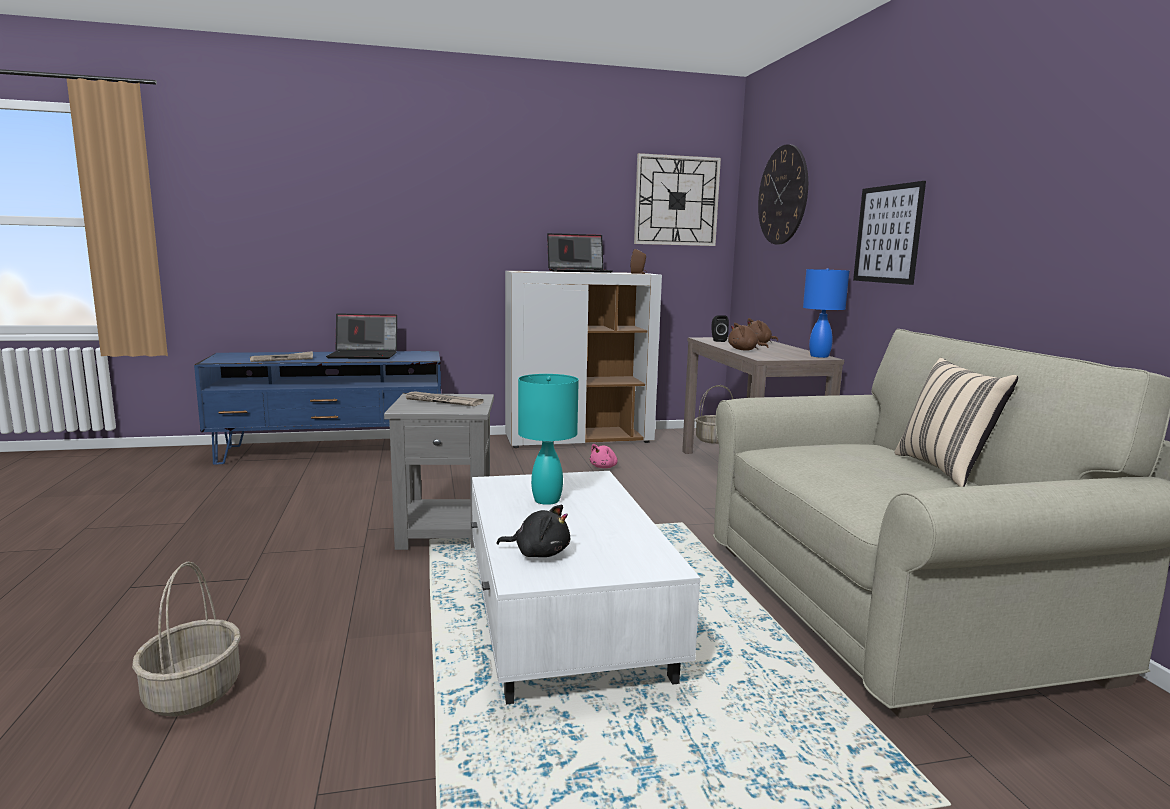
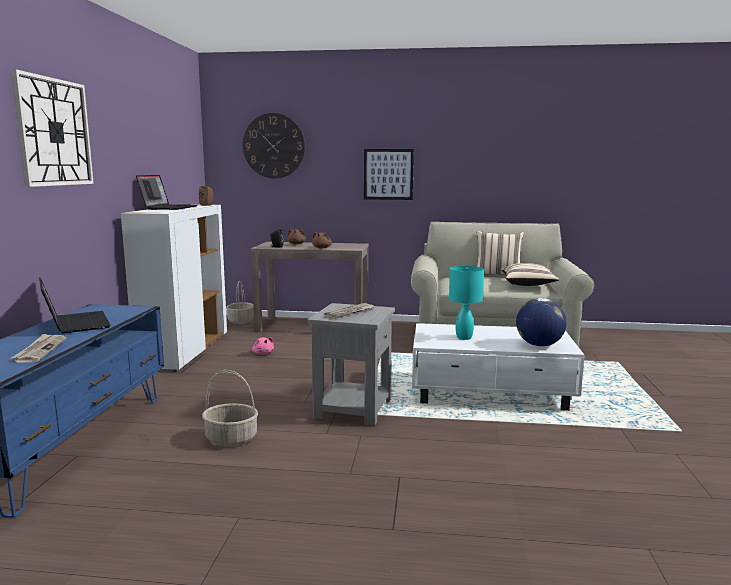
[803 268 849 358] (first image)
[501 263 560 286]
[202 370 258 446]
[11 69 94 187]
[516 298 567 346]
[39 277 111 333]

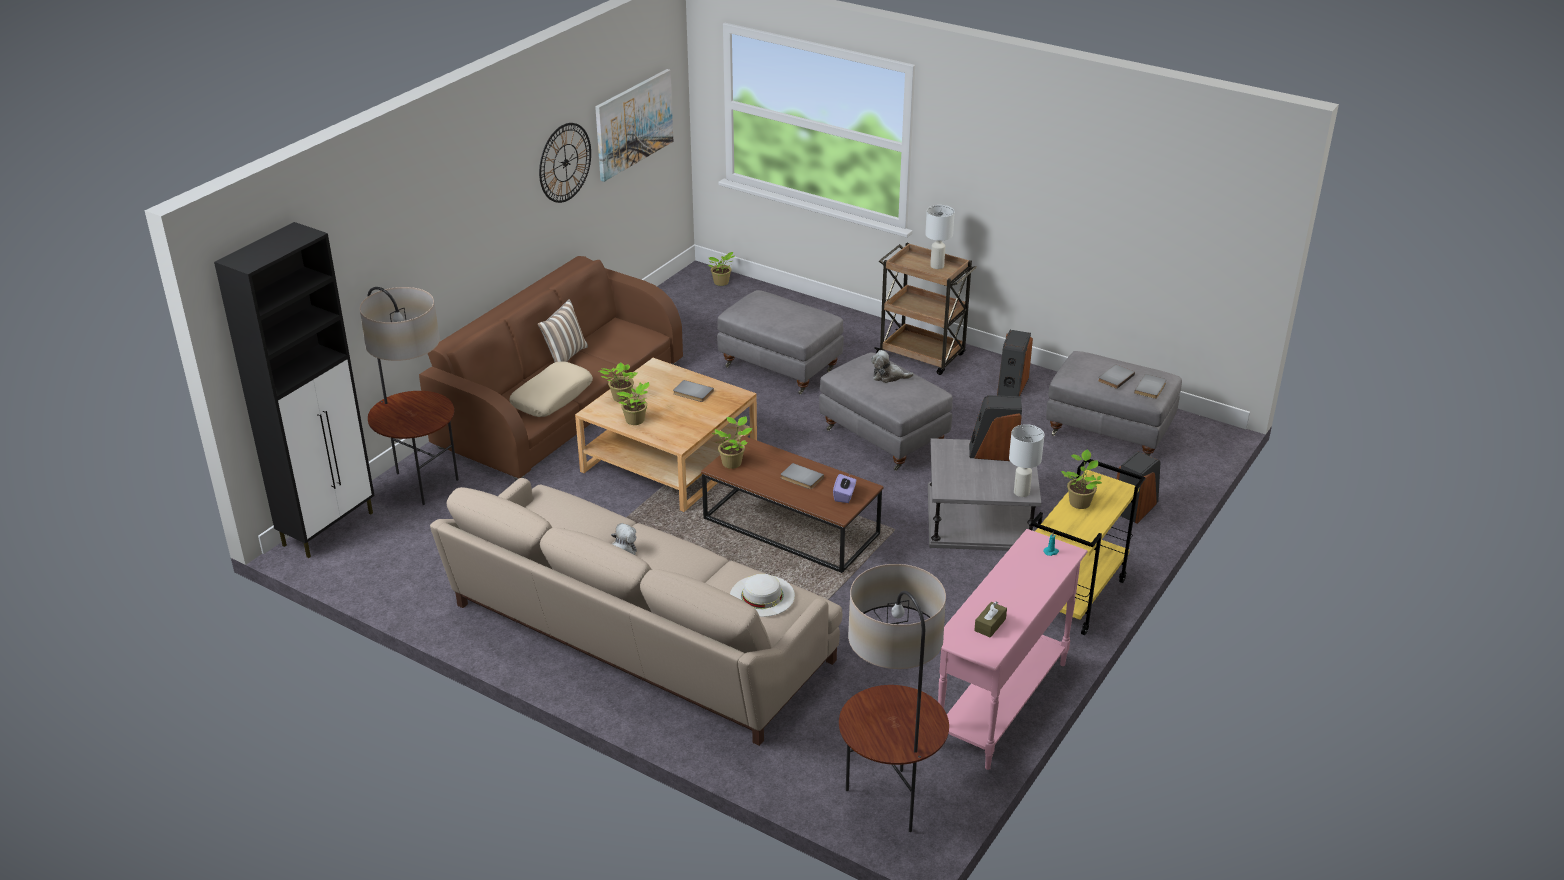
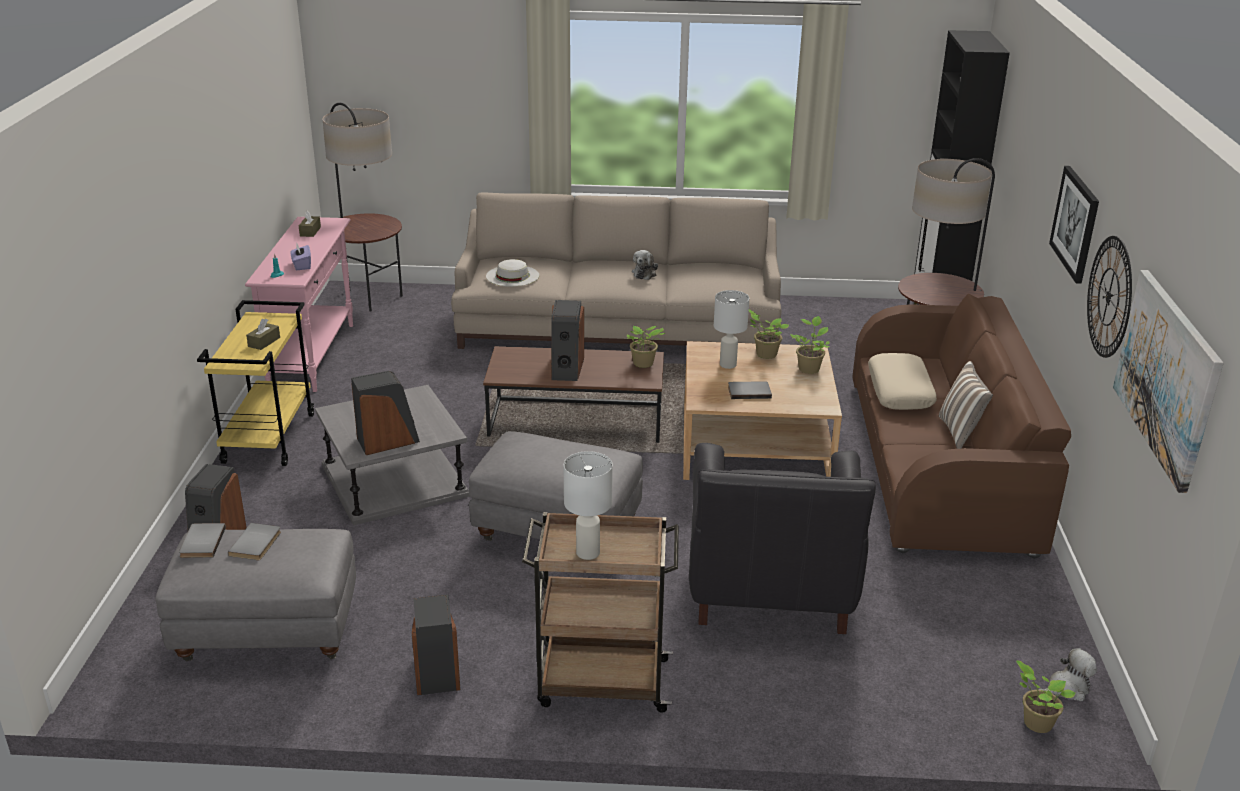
[1049 166 1099 284]
[291 242 311 270]
[1039 648 1097 701]
[714 290 749 369]
[689 443 876 634]
[551 300 584 381]
[246 318 280 350]

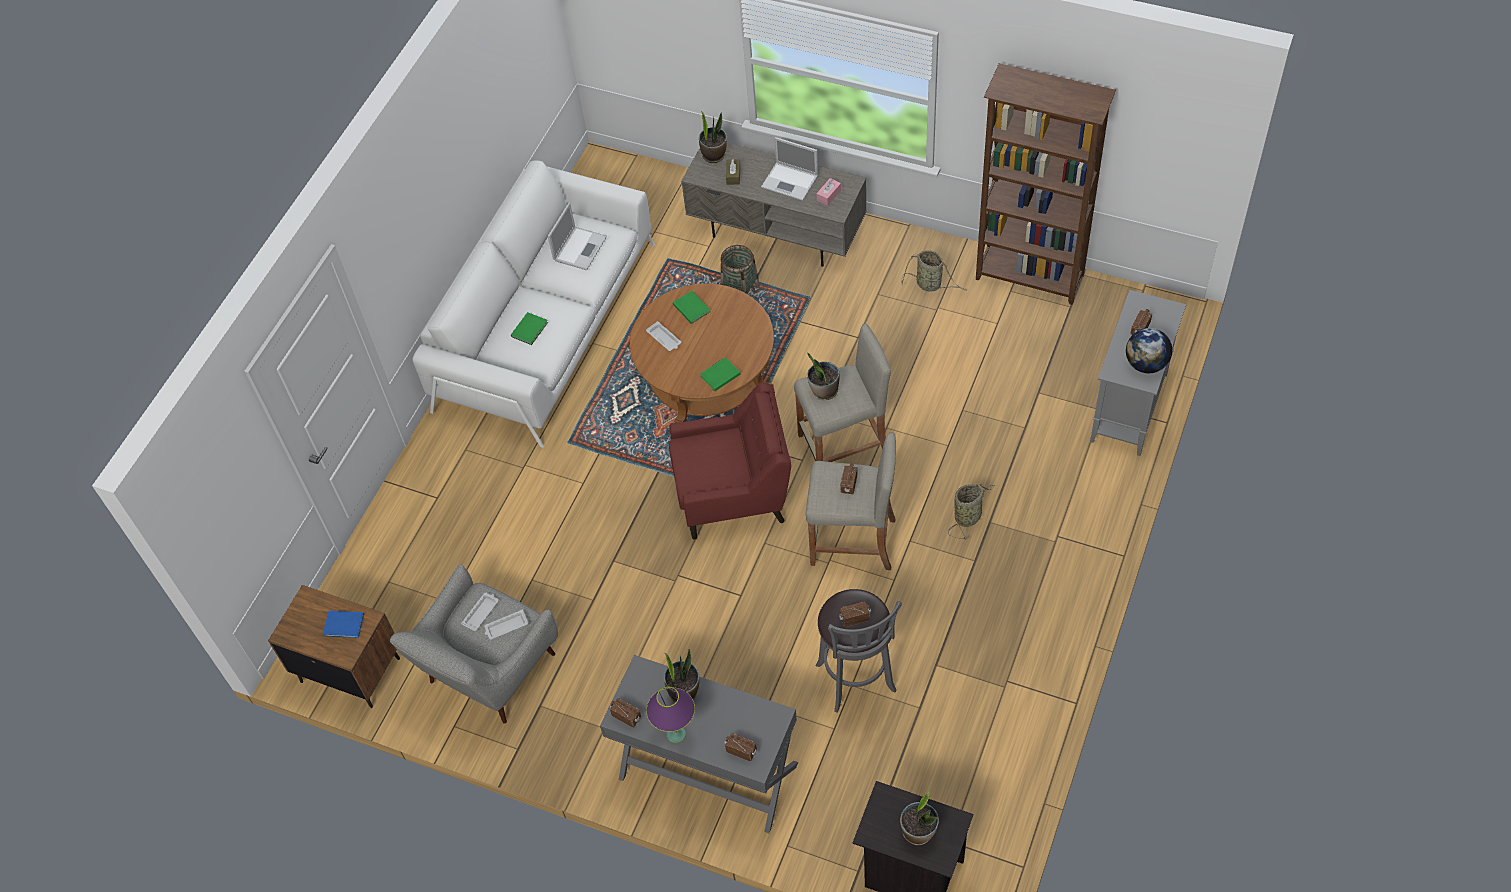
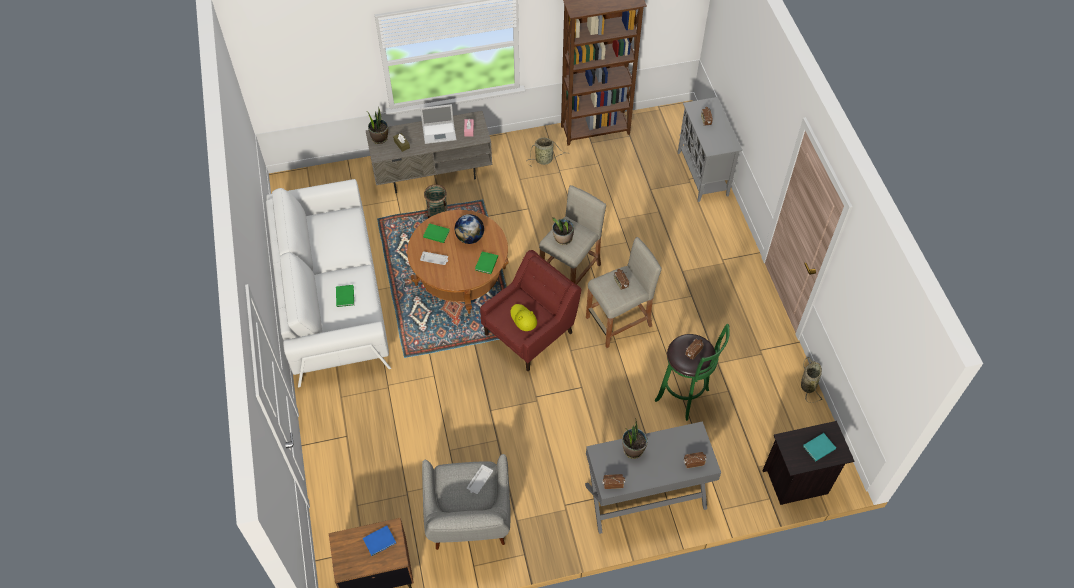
[461 593 499 631] (first image)
[548 203 607 270] (first image)
[646 687 695 743] (first image)
[511 304 537 331]
[801 357 823 403]
[455 214 484 244]
[803 433 836 462]
[655 324 730 421]

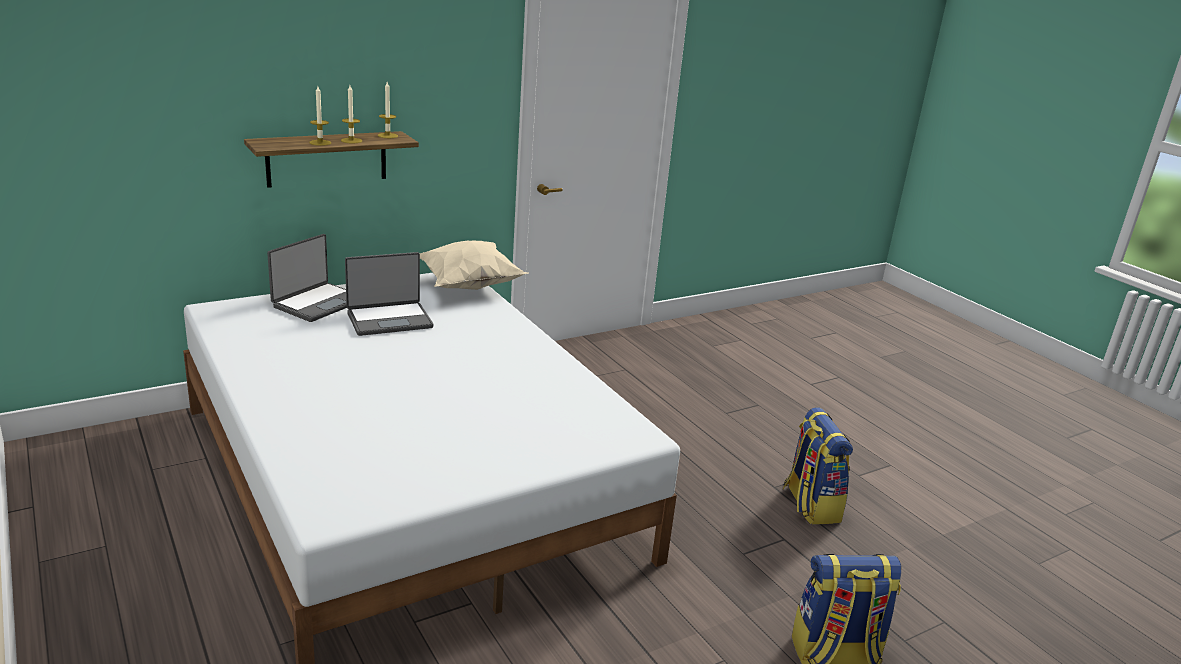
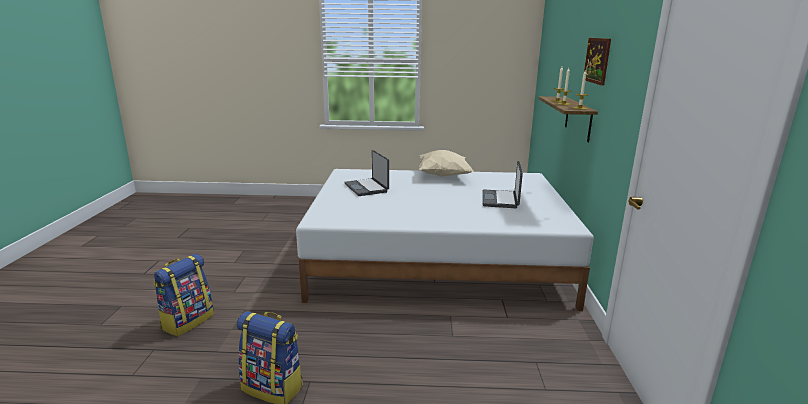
[584 38 611 86]
[344 150 389 196]
[419 150 474 177]

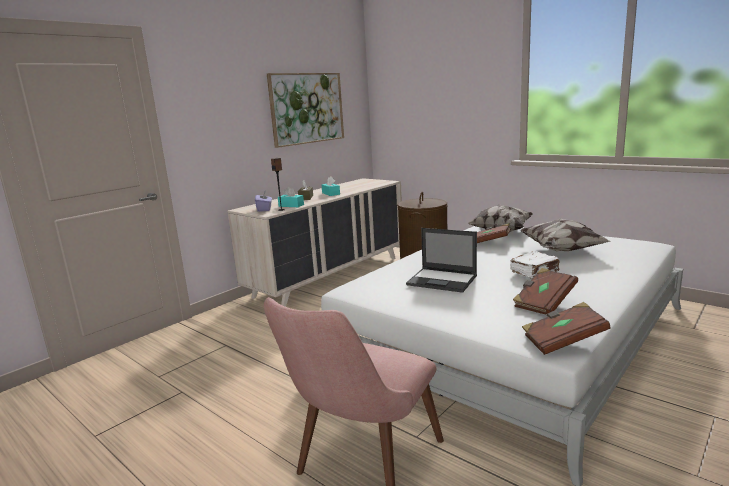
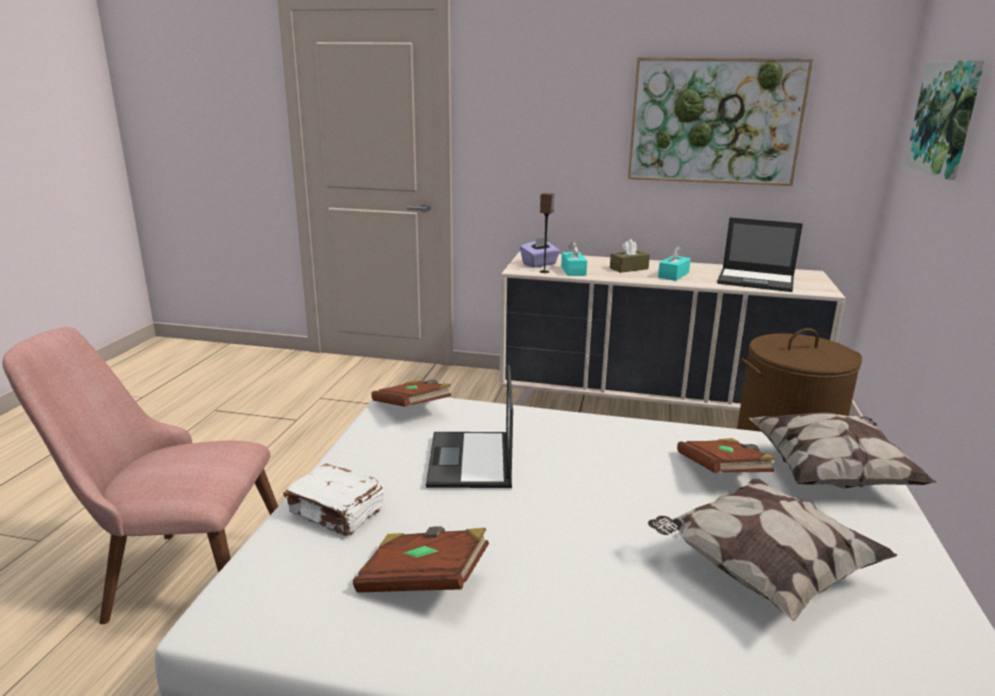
[717 217 803 292]
[905 60 985 180]
[283 464 384 536]
[371 380 451 407]

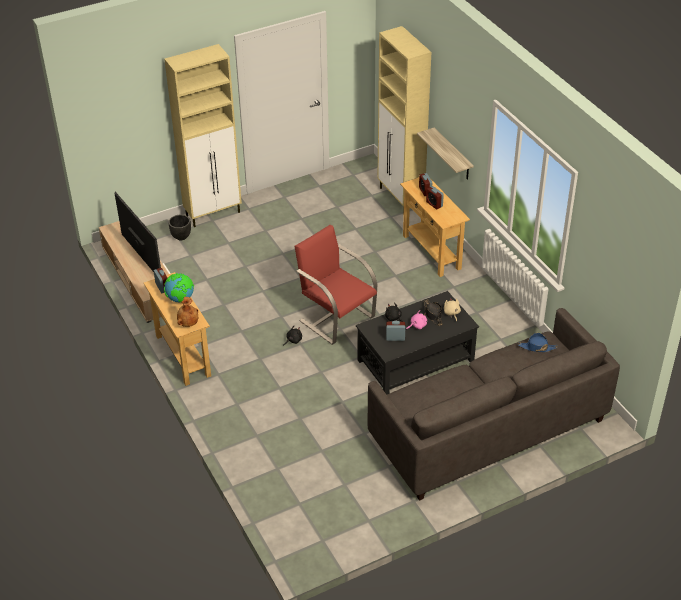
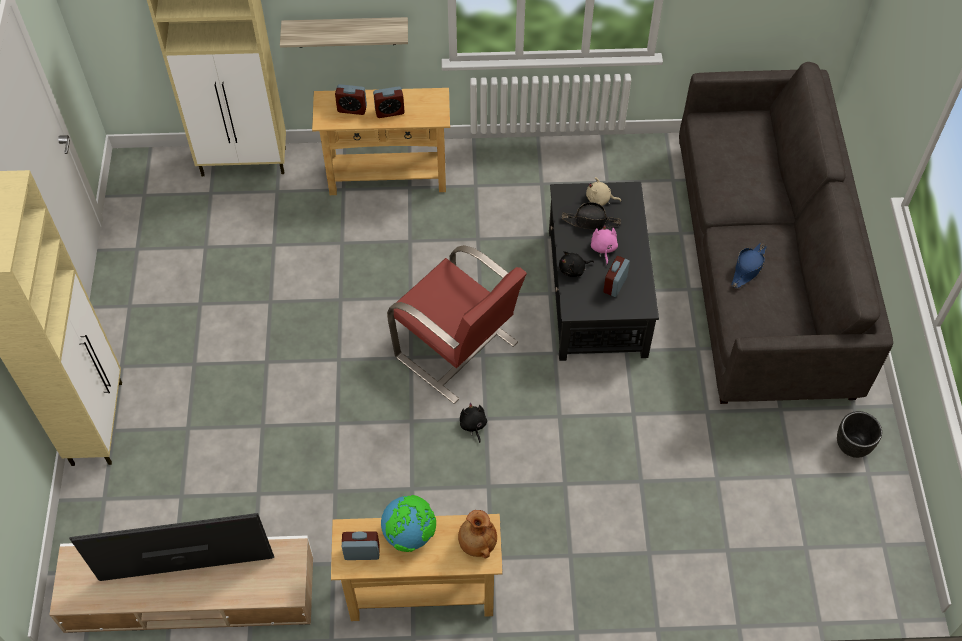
[837 411 882 458]
[731 243 767 288]
[387 245 527 404]

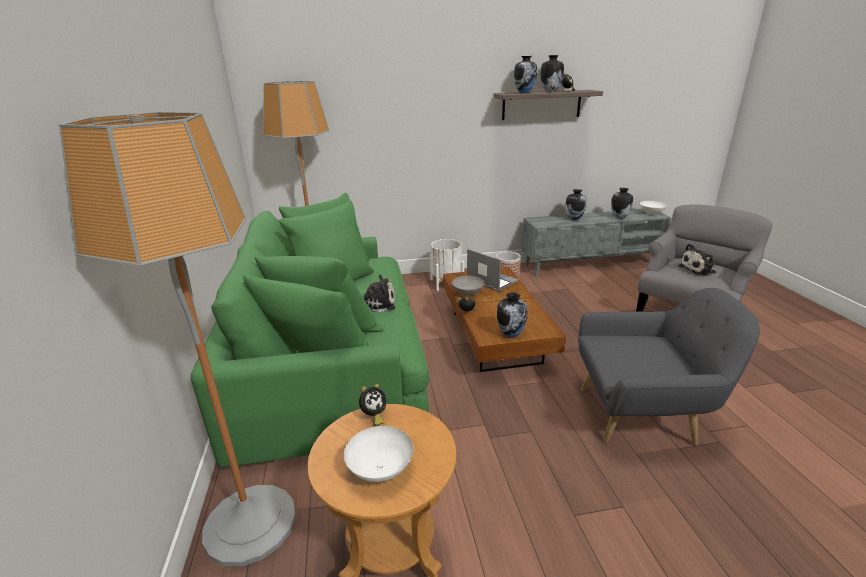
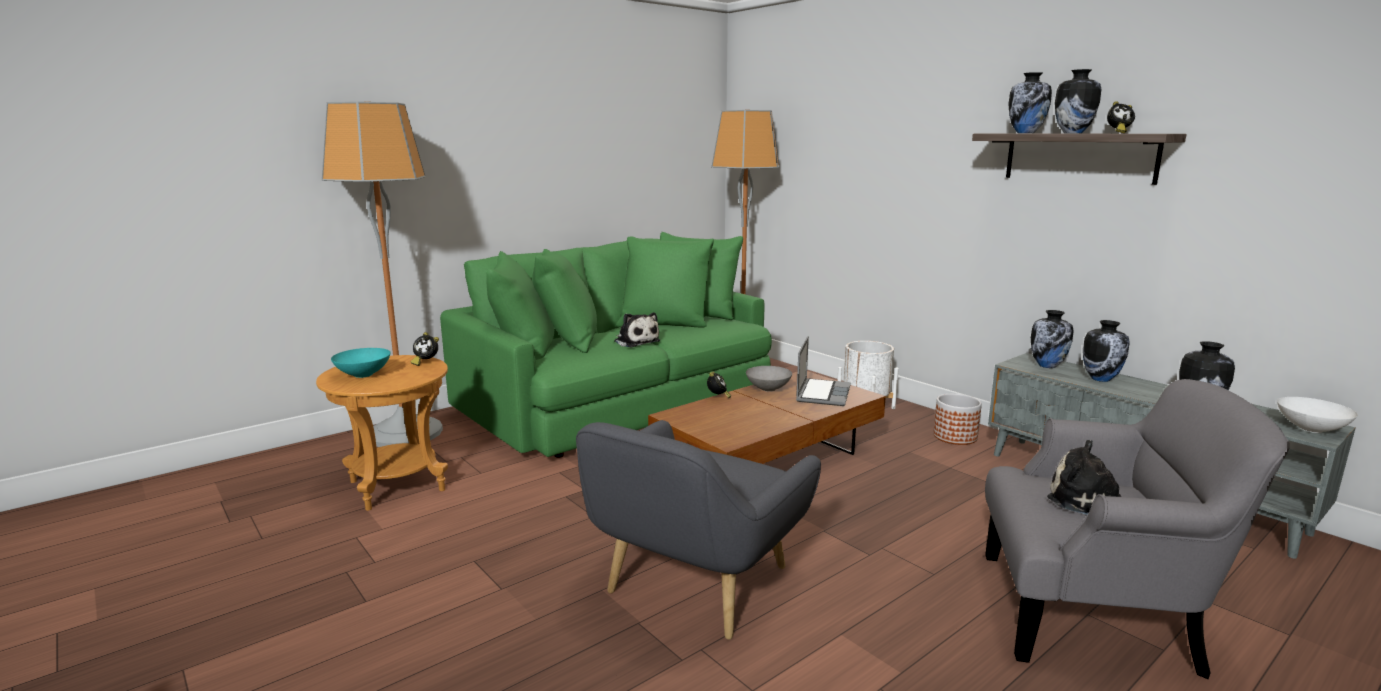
[1031 310 1074 368]
[331 348 390 378]
[576 420 821 640]

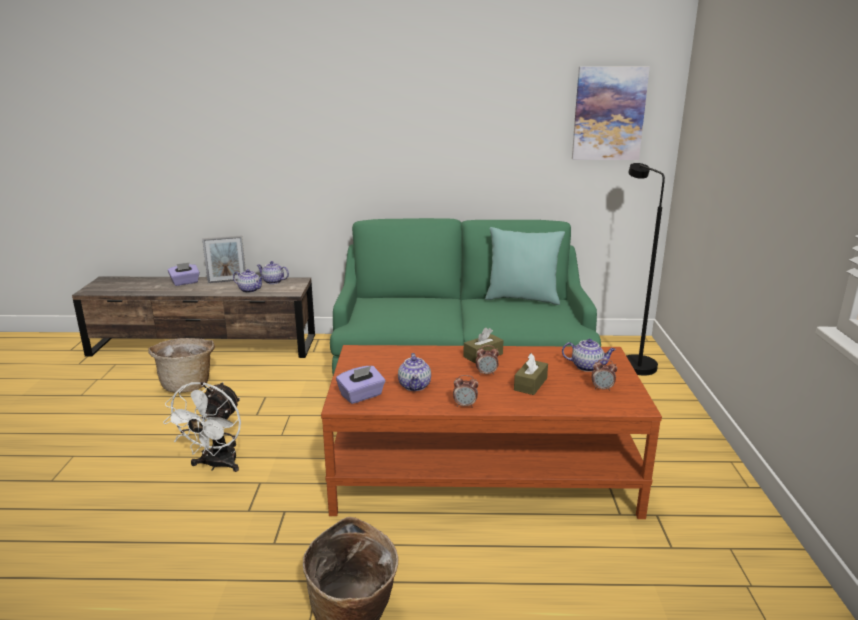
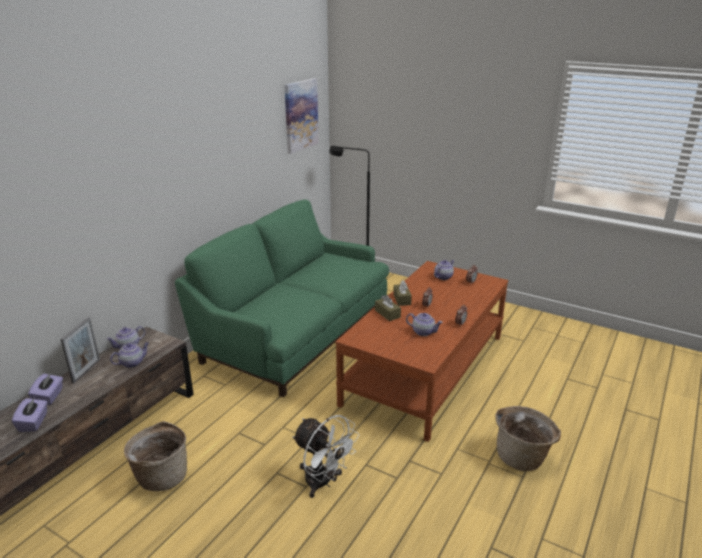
[485 227 565 305] (first image)
[12 398 48 432]
[375 294 401 321]

